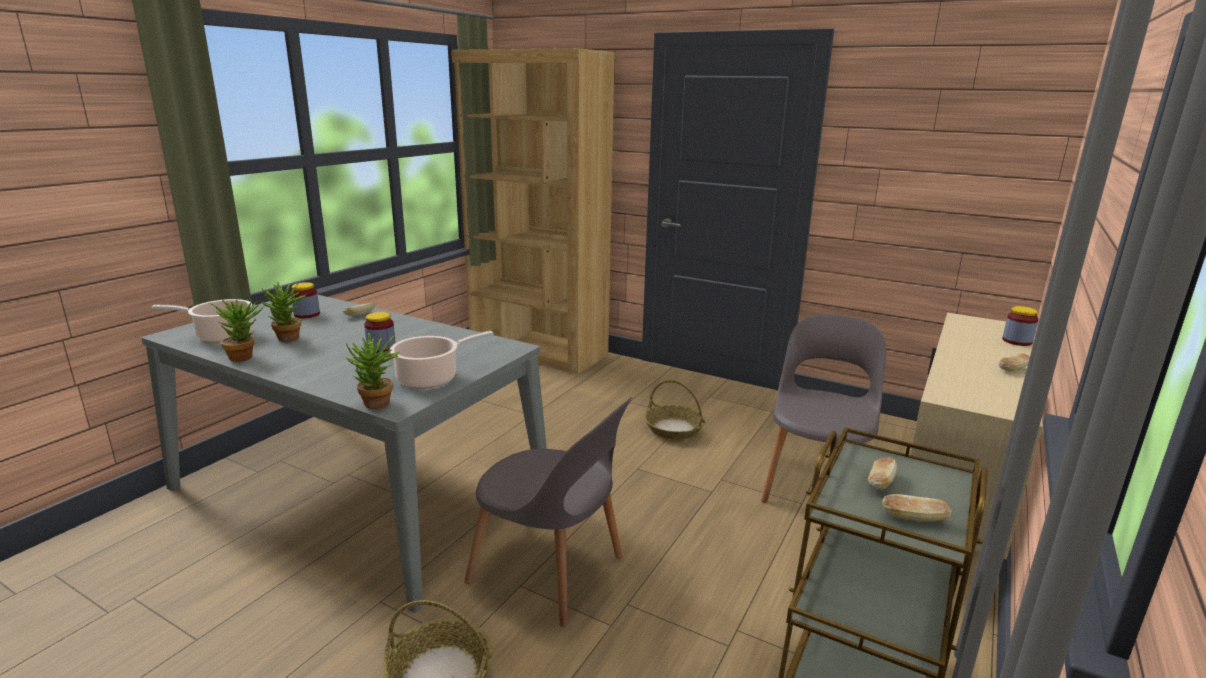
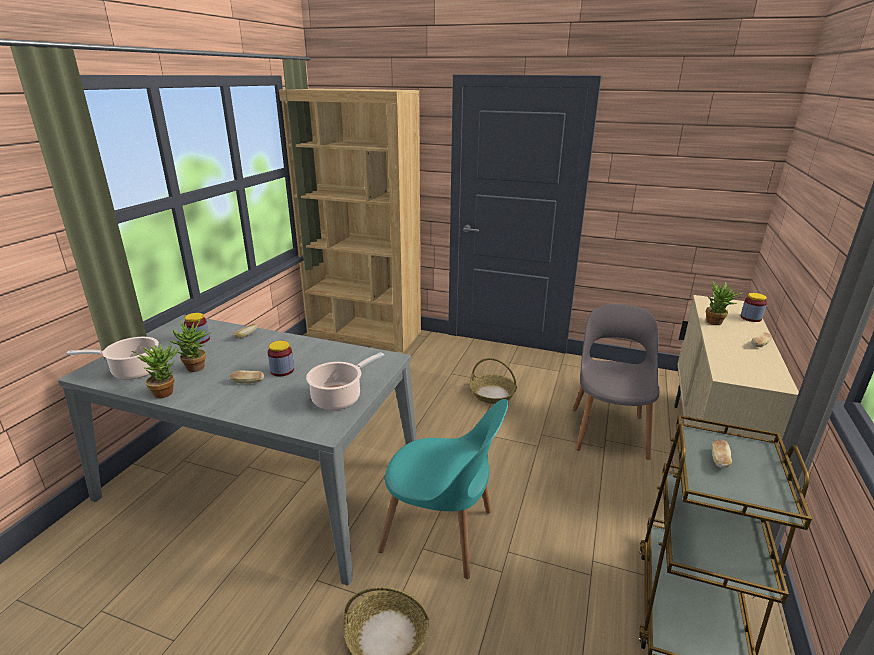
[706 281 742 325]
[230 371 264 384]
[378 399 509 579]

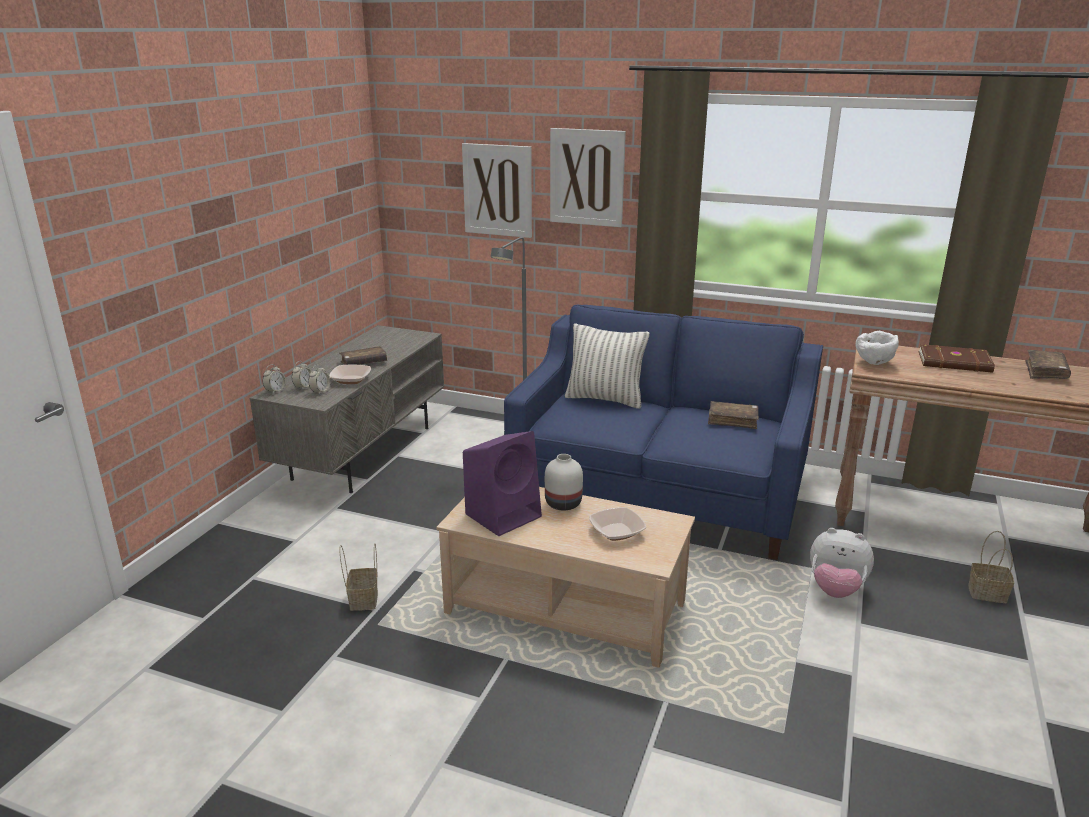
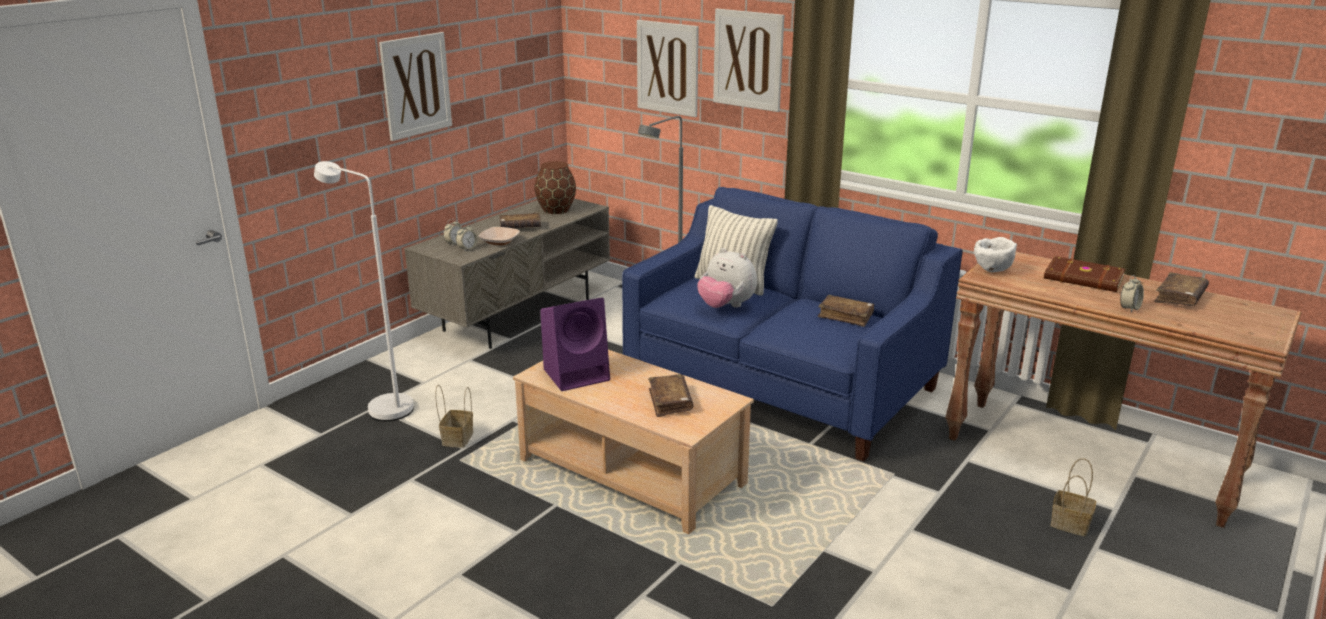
[545 454 583 510] (first image)
[314 161 414 421]
[379 32 452 141]
[535 161 576 214]
[1120 275 1144 312]
[697 248 757 308]
[648 374 693 417]

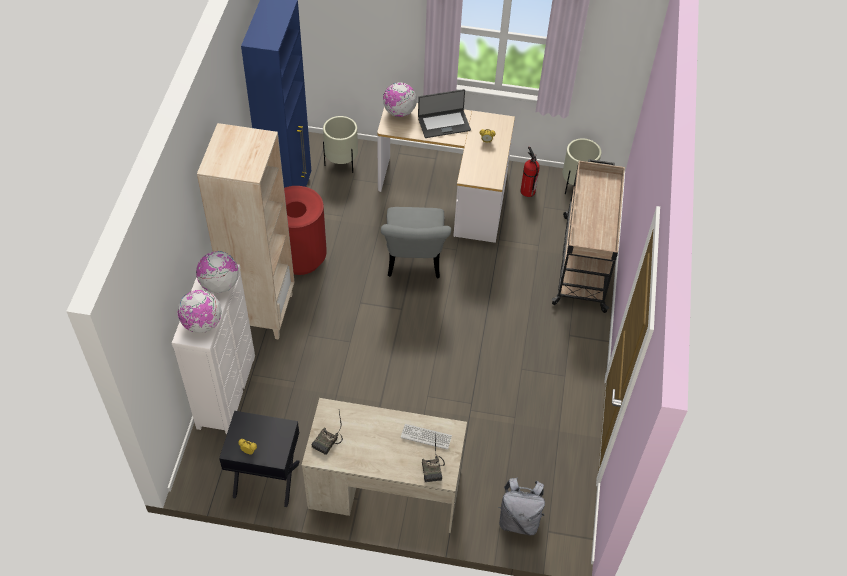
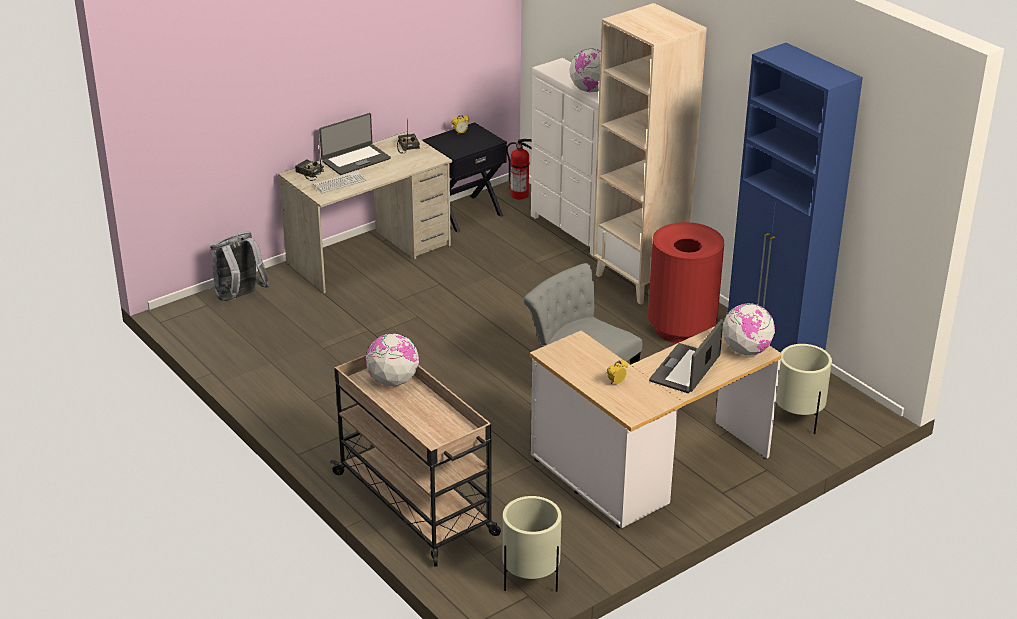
[319 113 391 175]
[365 333 419 386]
[506 139 532 199]

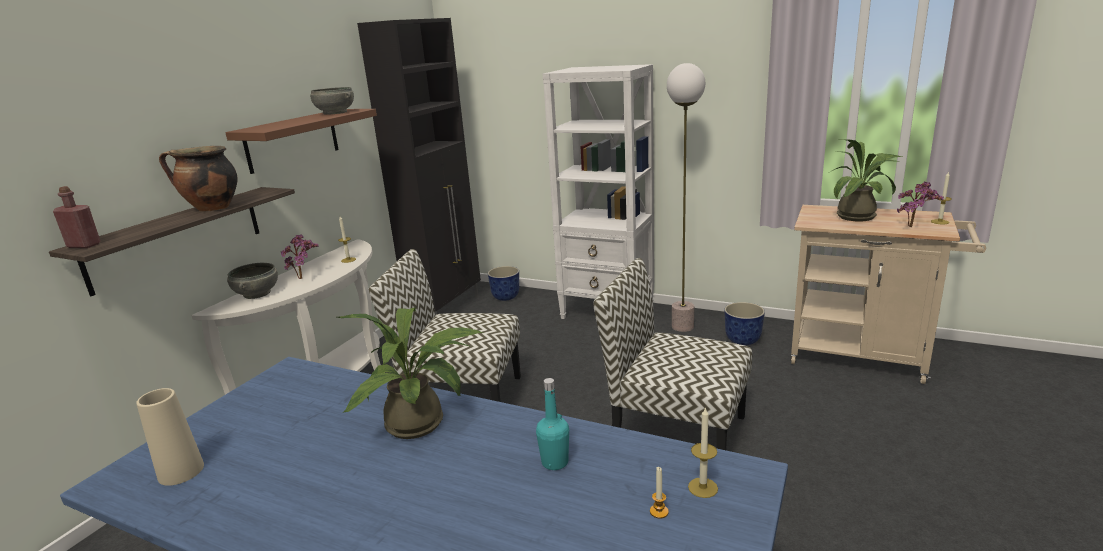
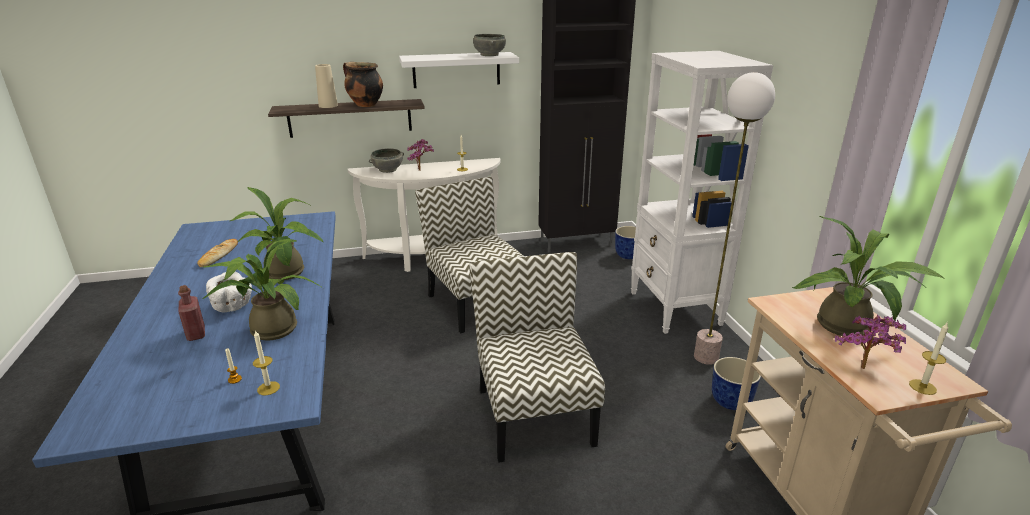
[197 239 238 267]
[206 272 252 313]
[178 285 205 341]
[315 64 338 108]
[202 239 323 341]
[399 52 519 88]

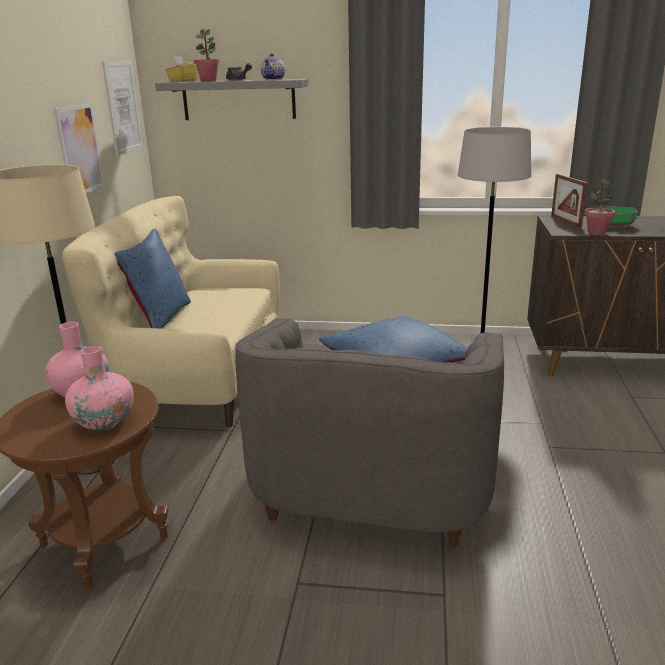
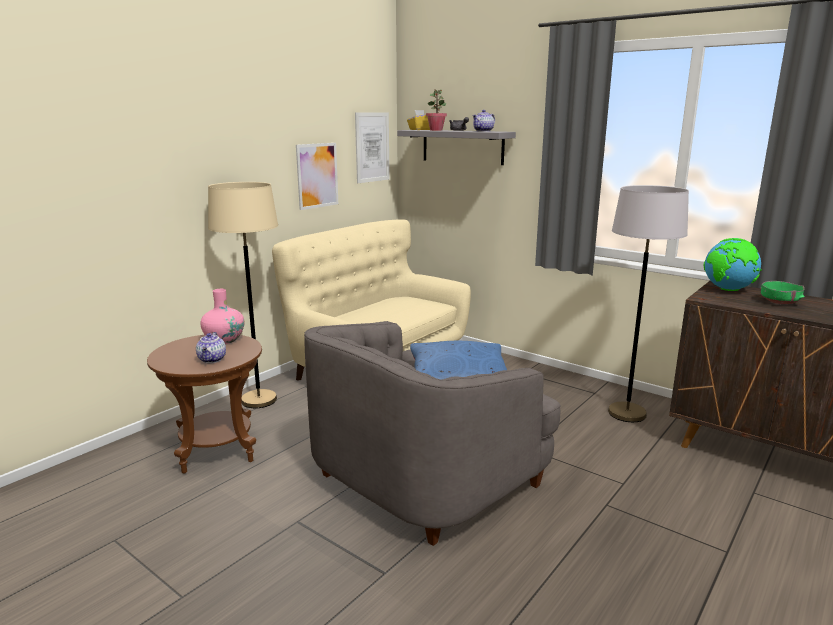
[114 229 191 329] (first image)
[584 178 615 235] (first image)
[196 332 226 363]
[703 238 762 291]

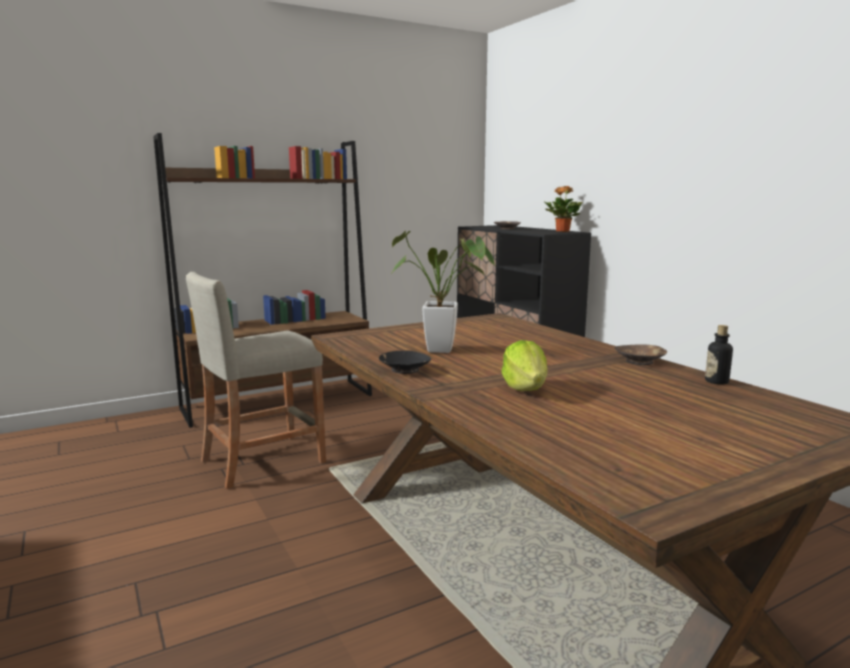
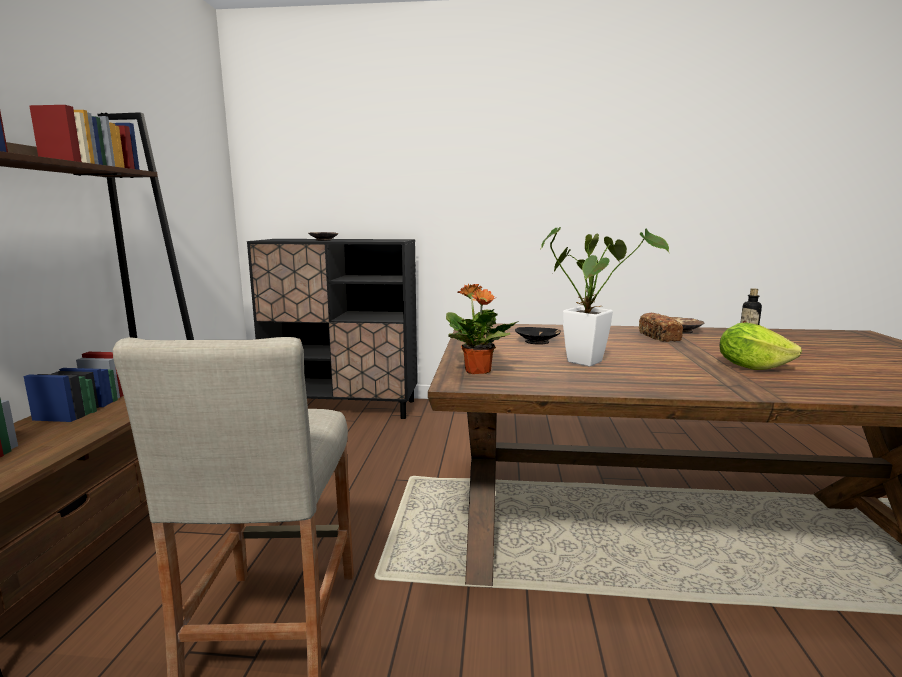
[639 312 683 342]
[515 327 561 345]
[446 284 517 374]

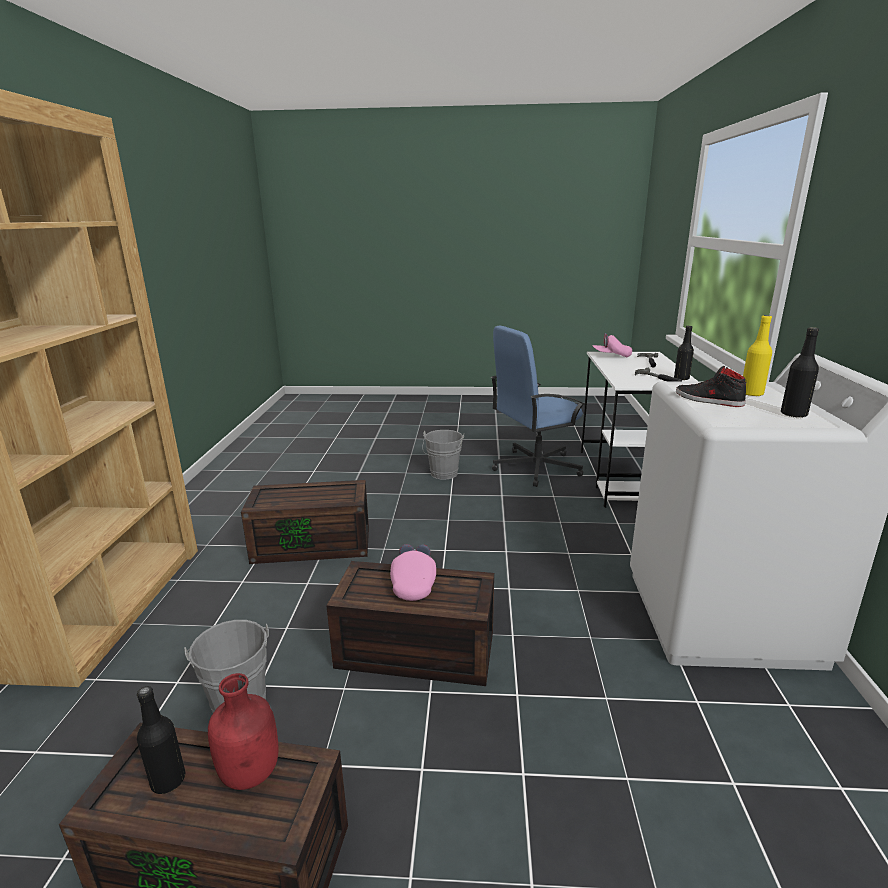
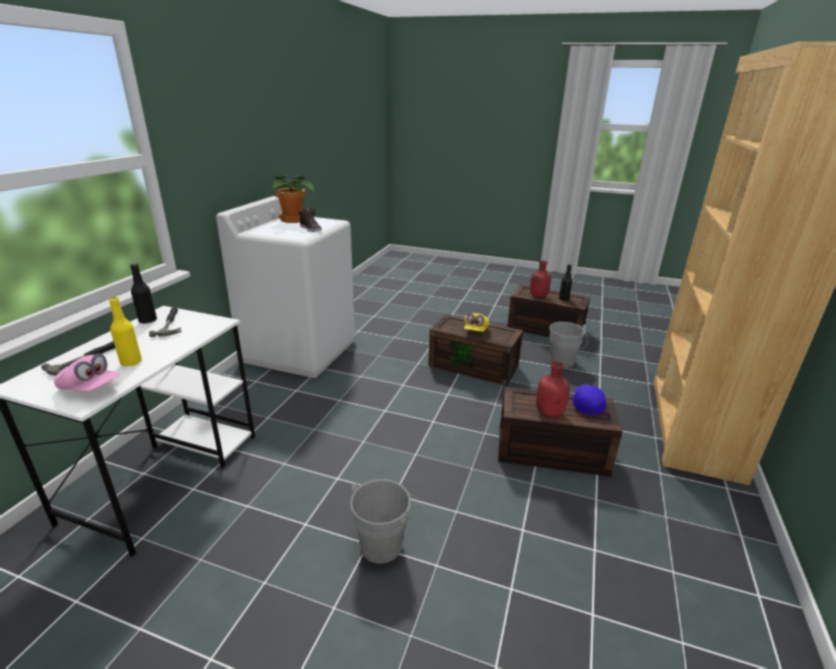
[491 325 585 487] (first image)
[536 361 570 417]
[573 384 606 416]
[109 297 142 366]
[271 175 314 223]
[464 313 490 332]

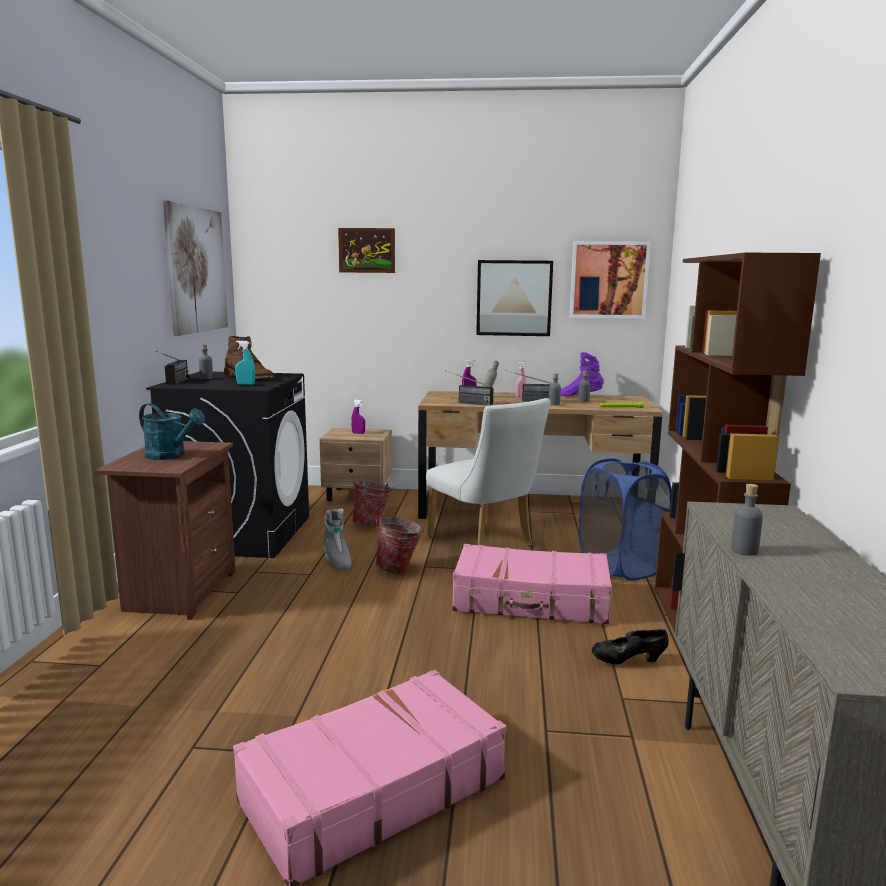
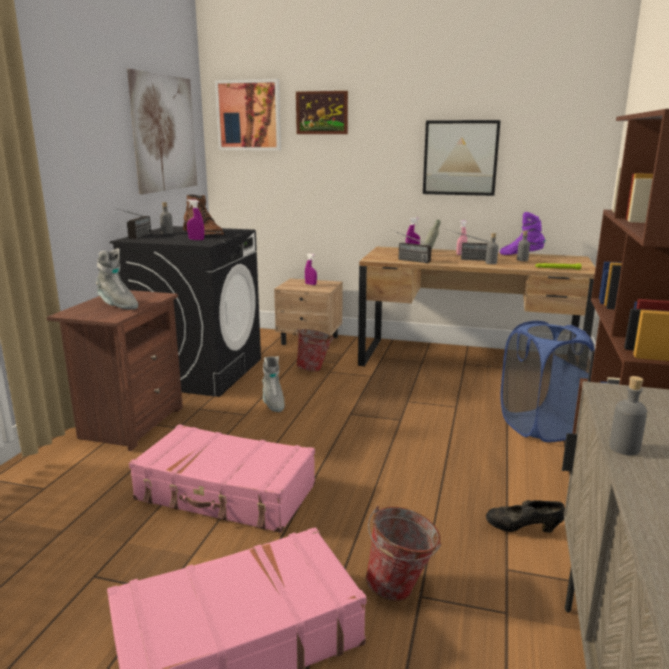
[426 398 551 546] (first image)
[366 506 442 601]
[129 424 315 533]
[215 79 281 151]
[96 248 138 310]
[187 199 204 240]

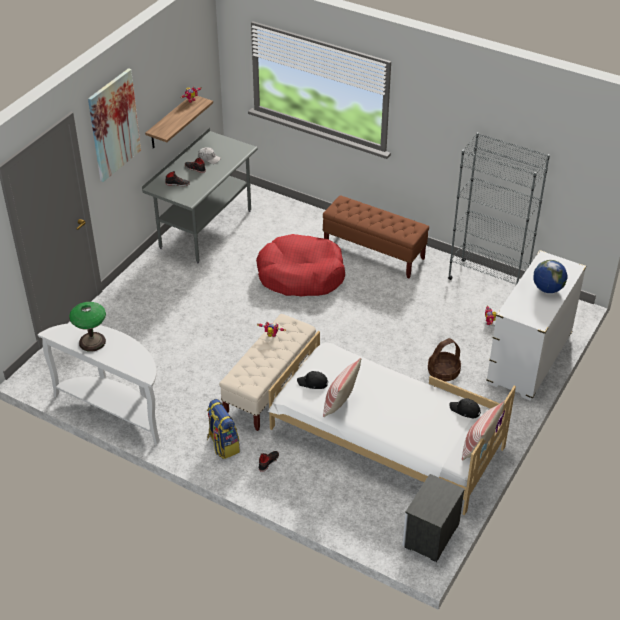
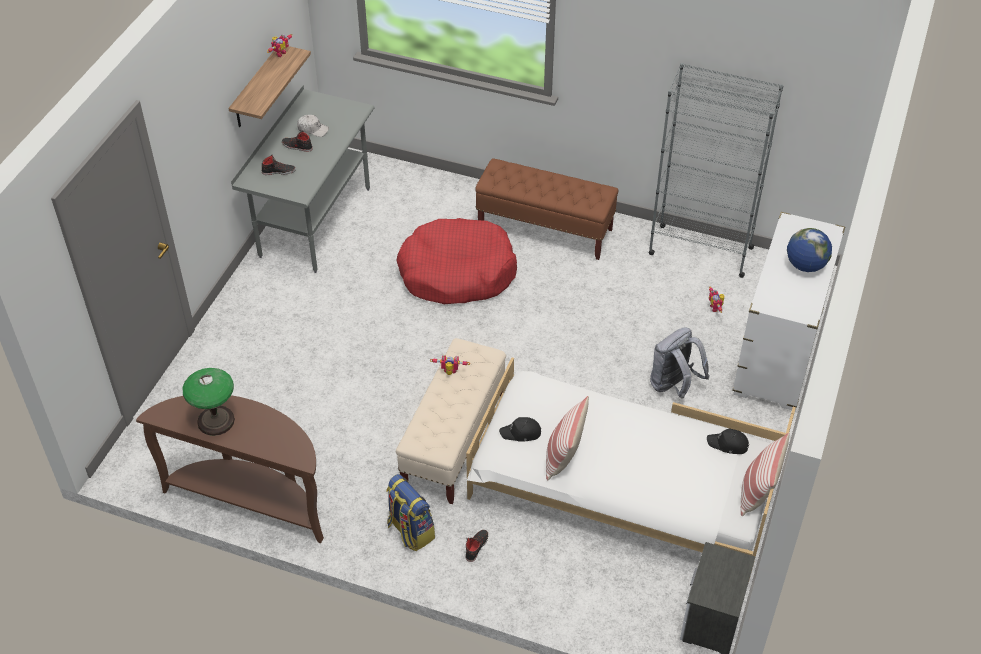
[88 68 141 182] (first image)
[650 327 709 399]
[136 395 324 543]

